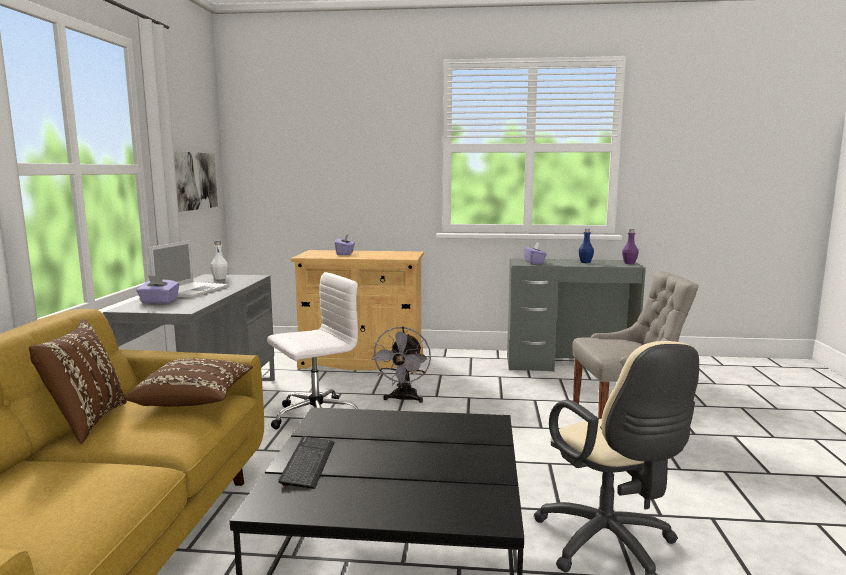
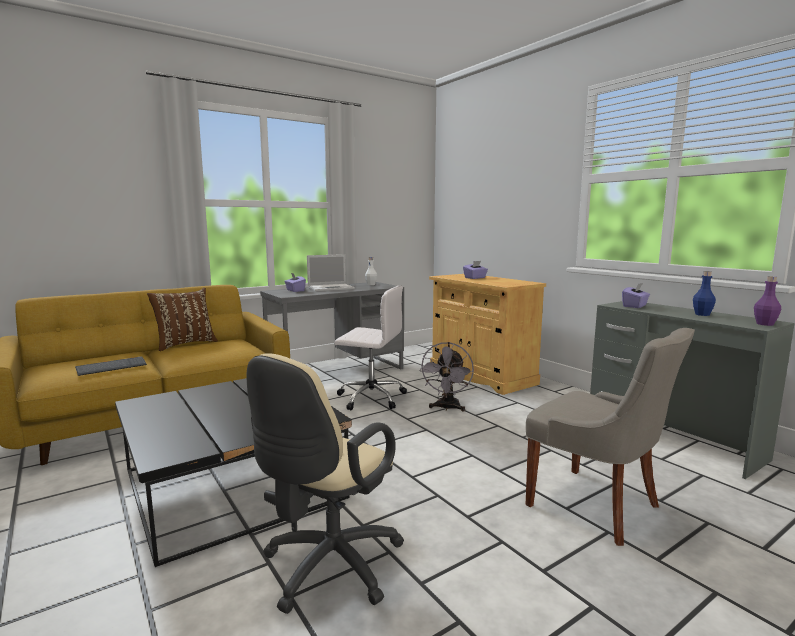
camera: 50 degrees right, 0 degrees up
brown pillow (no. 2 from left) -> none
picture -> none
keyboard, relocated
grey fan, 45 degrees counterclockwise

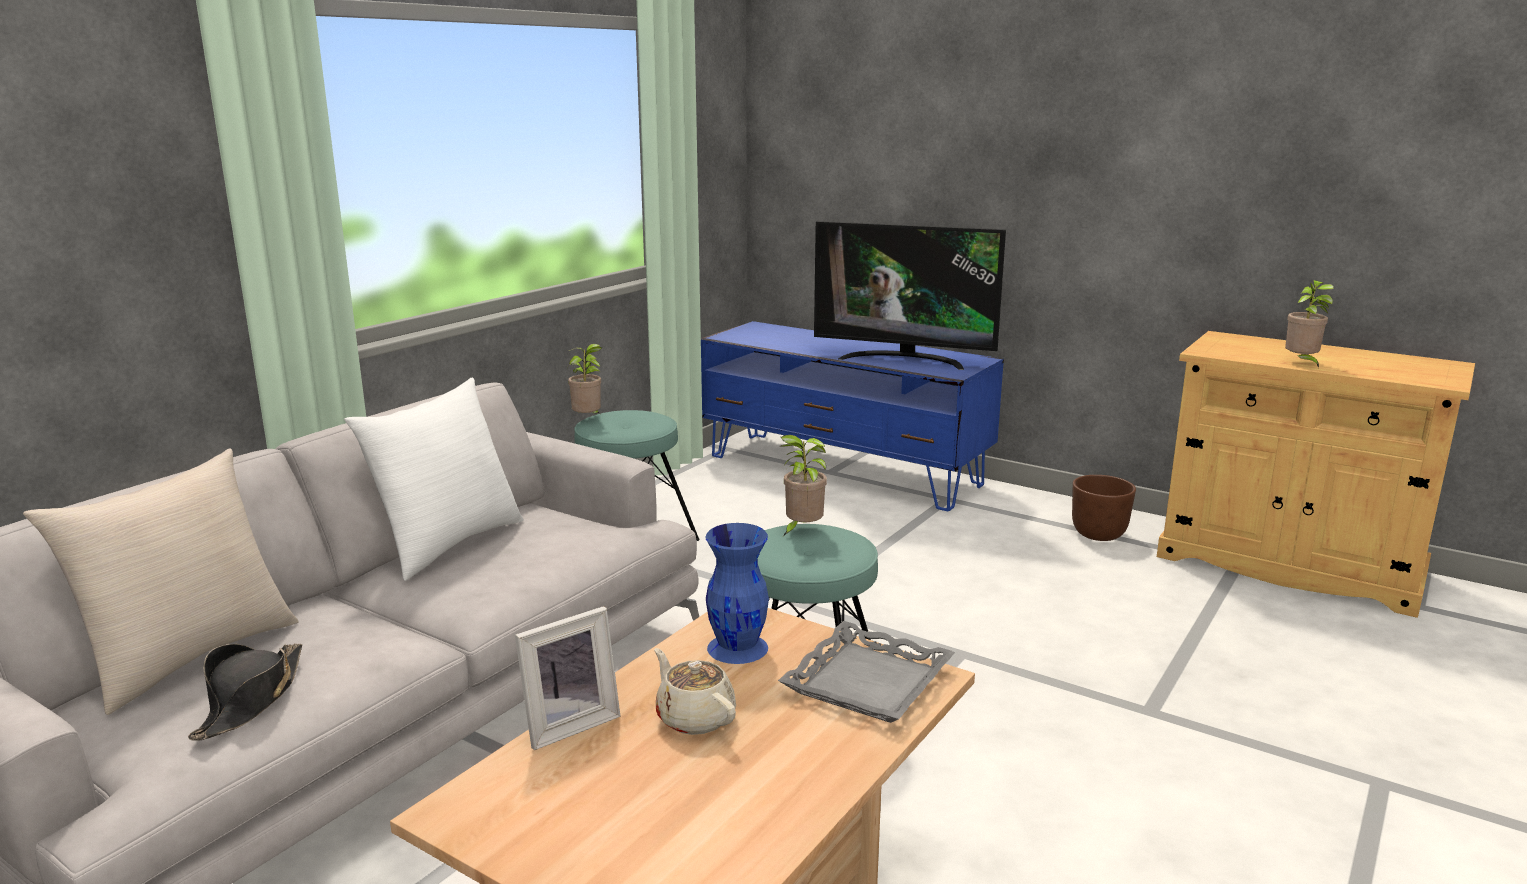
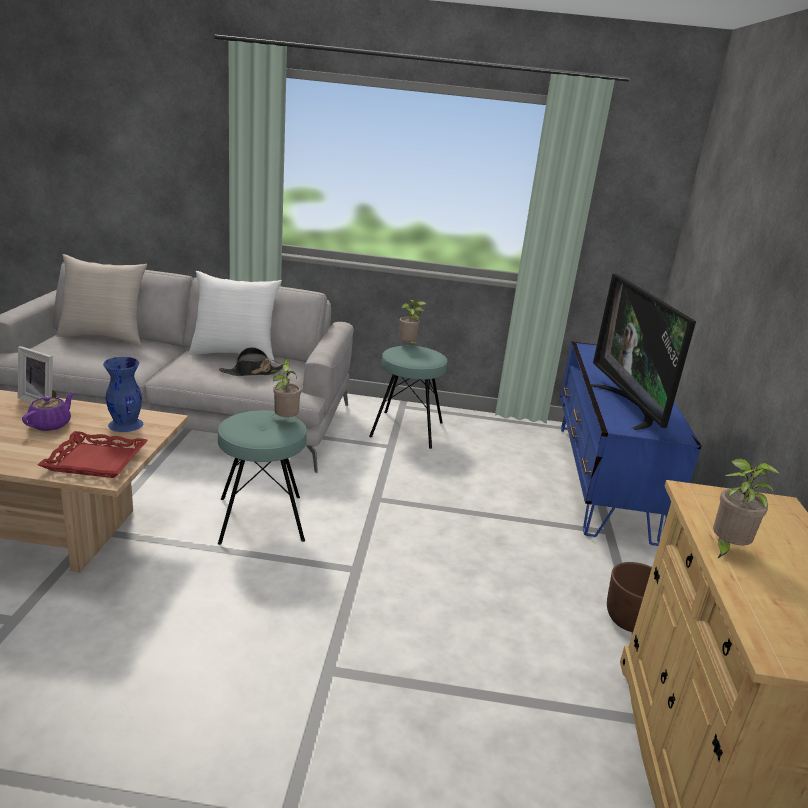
camera: 60 degrees right, 5 degrees up
black hat, relocated
beige teapot -> purple teapot
grey tray -> red tray

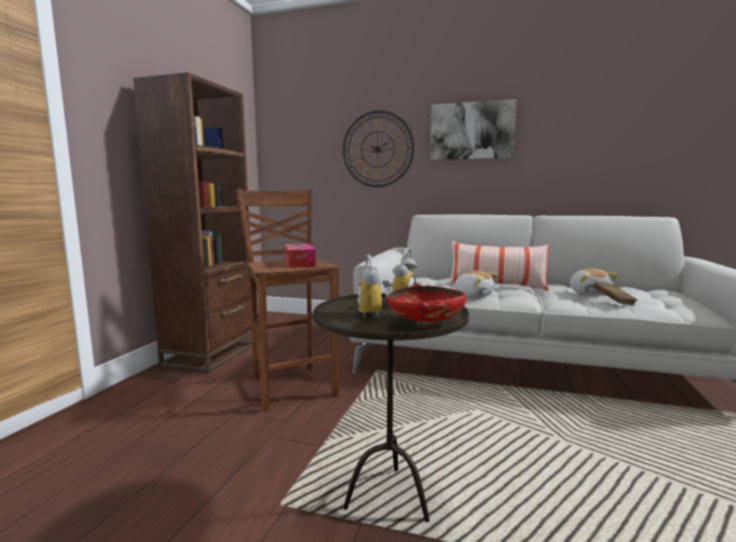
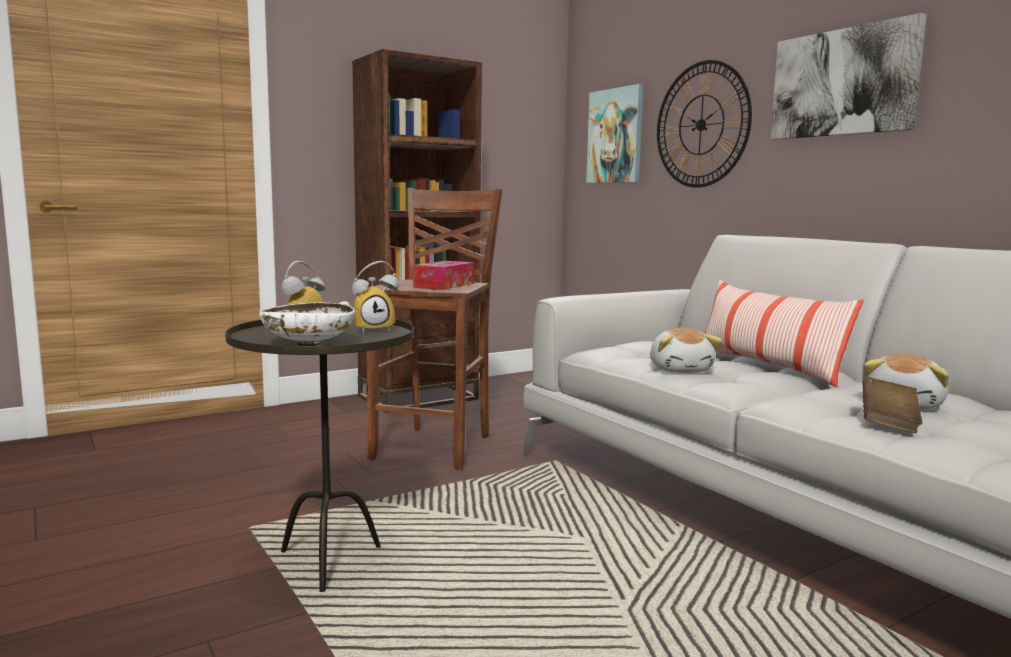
camera: 40 degrees right, 0 degrees up
red bowl -> white bowl
none -> picture (no. 1 from left)

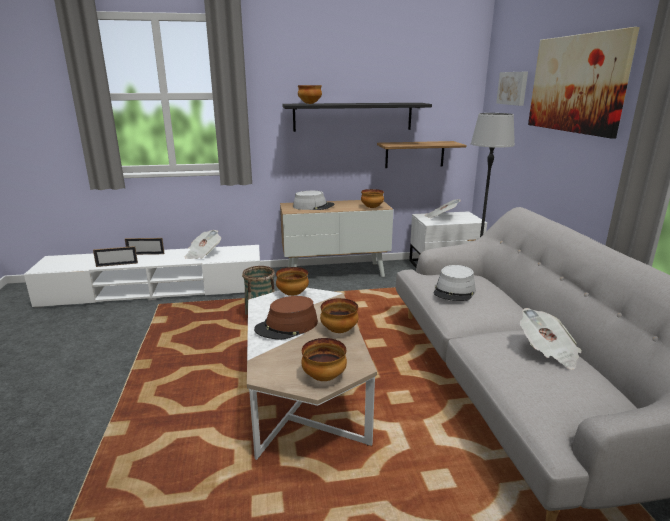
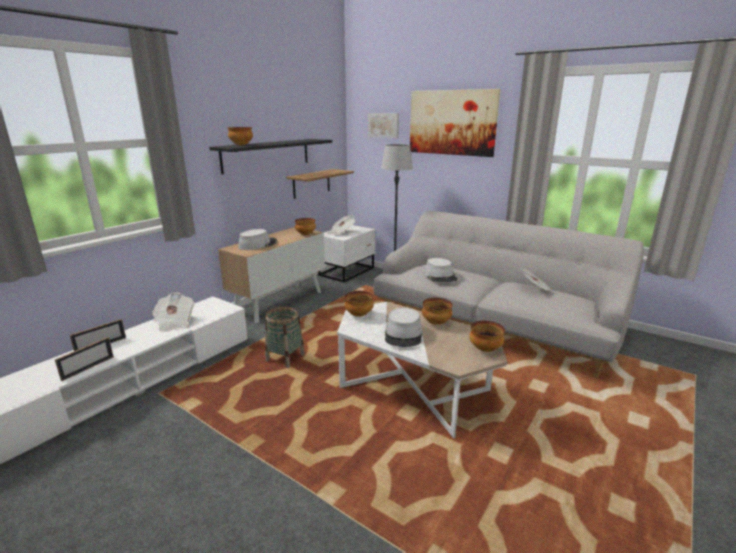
camera: 45 degrees left, 0 degrees up
brown hat -> grey hat (no. 2 from left)

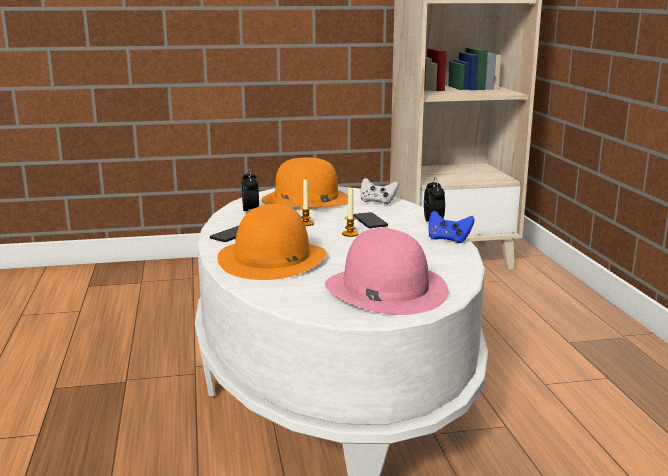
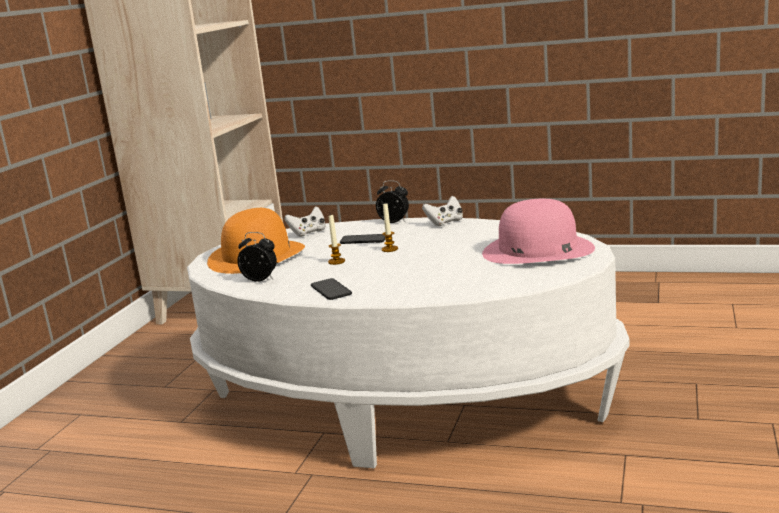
camera: 60 degrees left, 0 degrees up
orange hat (no. 1 from left) -> none
blue game controller -> white game controller (no. 2 from left)

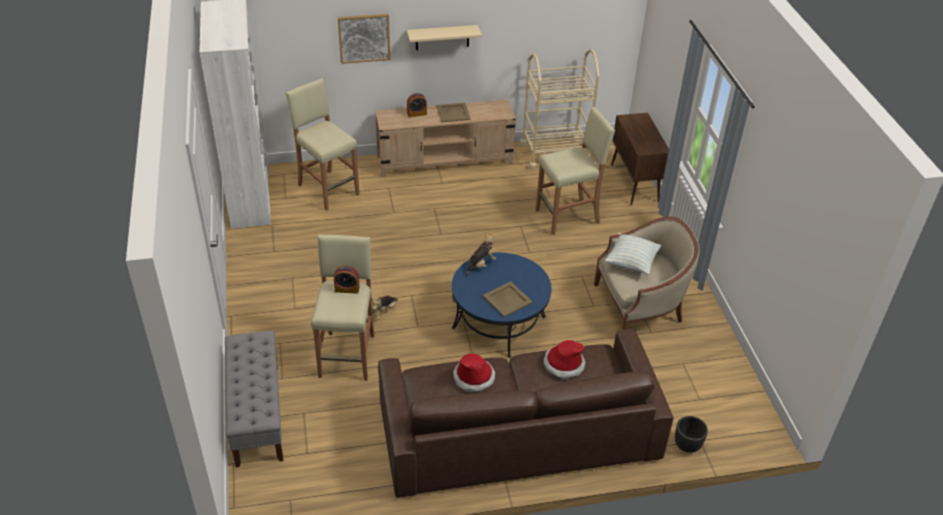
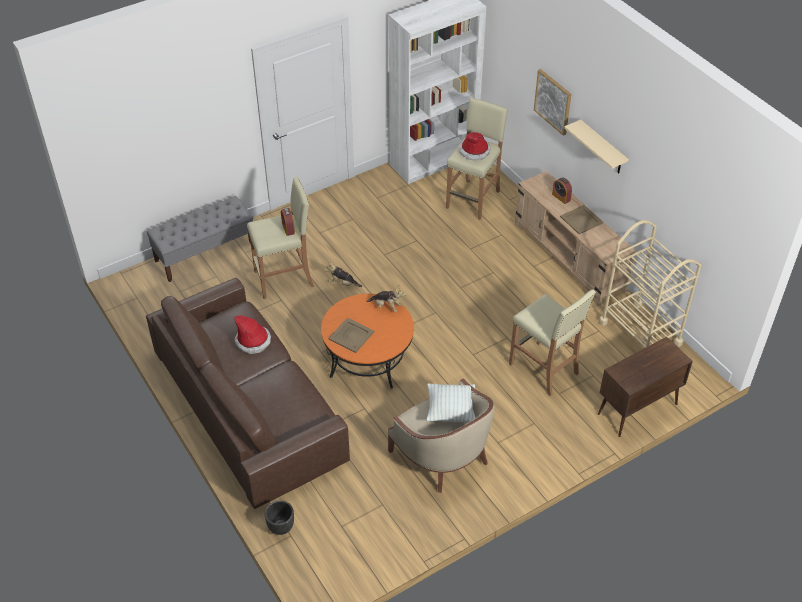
camera: 70 degrees right, 5 degrees up
blue coffee table -> orange coffee table
hat (no. 2 from left), relocated

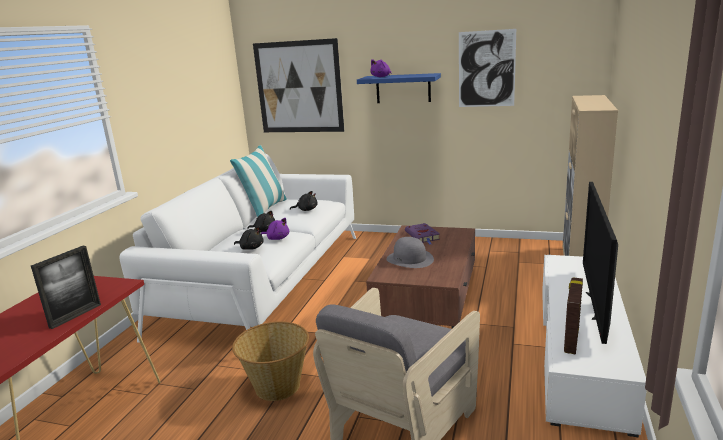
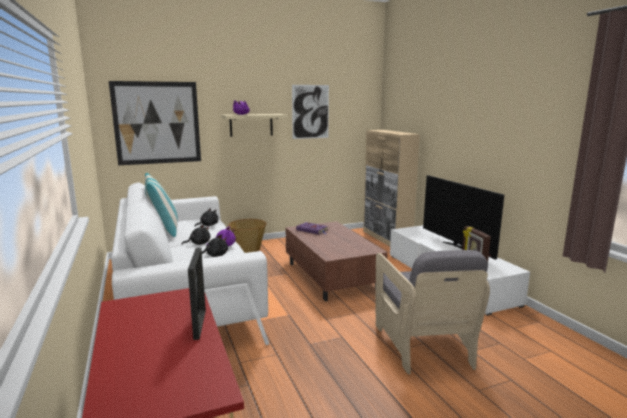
camera: 40 degrees left, 5 degrees down
basket, relocated
blue shelf -> beige shelf
grey hat -> none

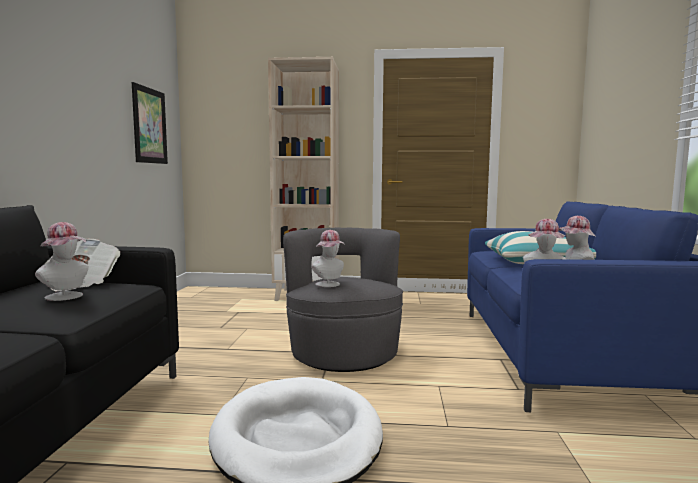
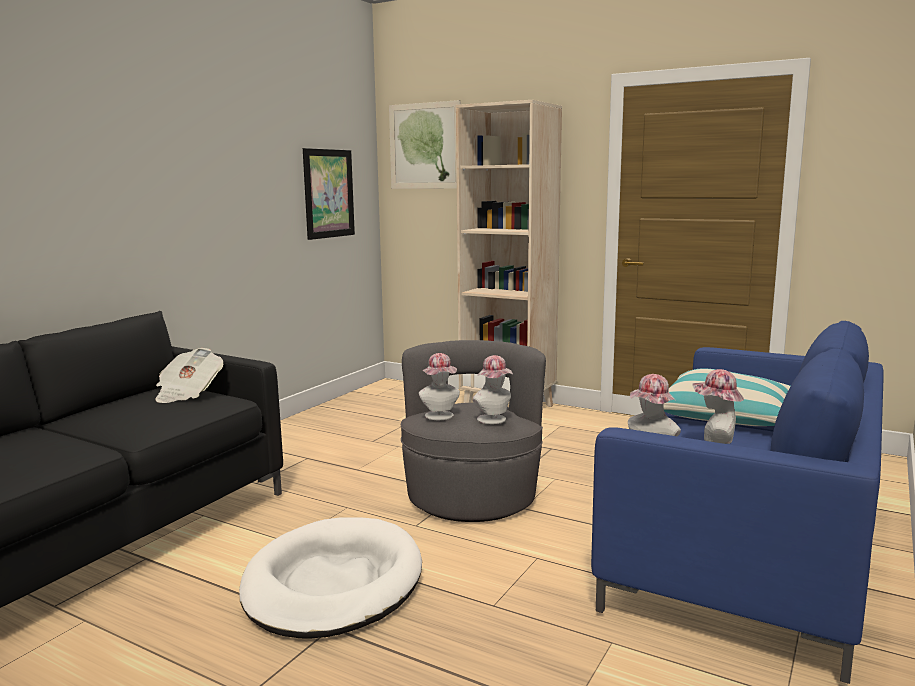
camera: 25 degrees right, 5 degrees up
hat (no. 1 from left in the first image) -> hat (no. 2 from left), relocated
none -> picture (no. 2 from left)

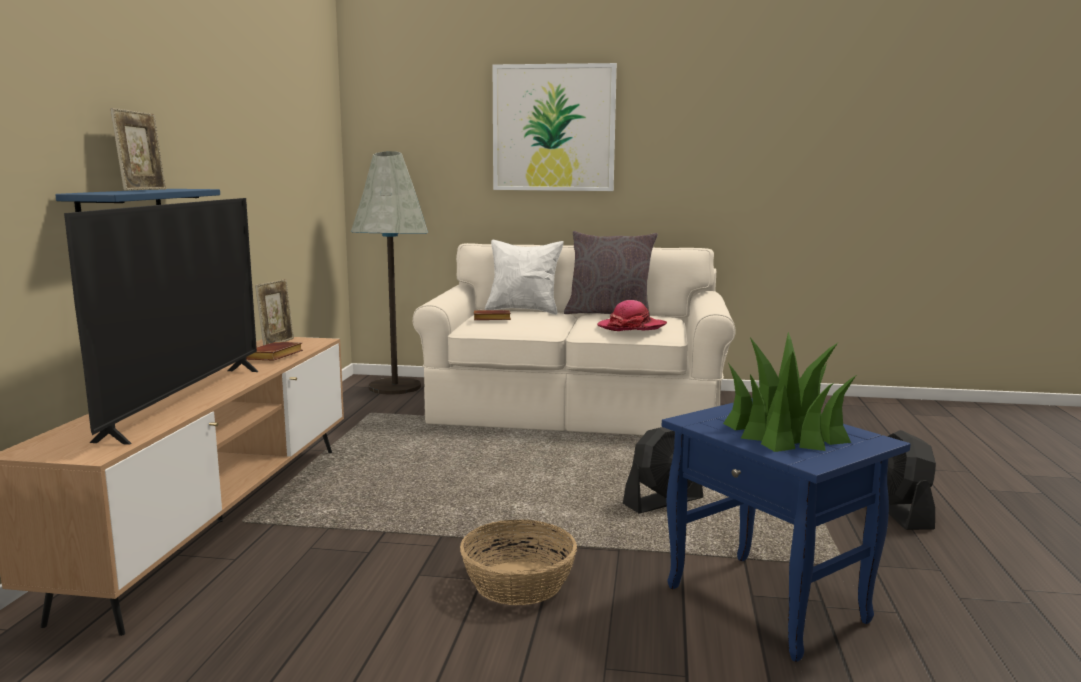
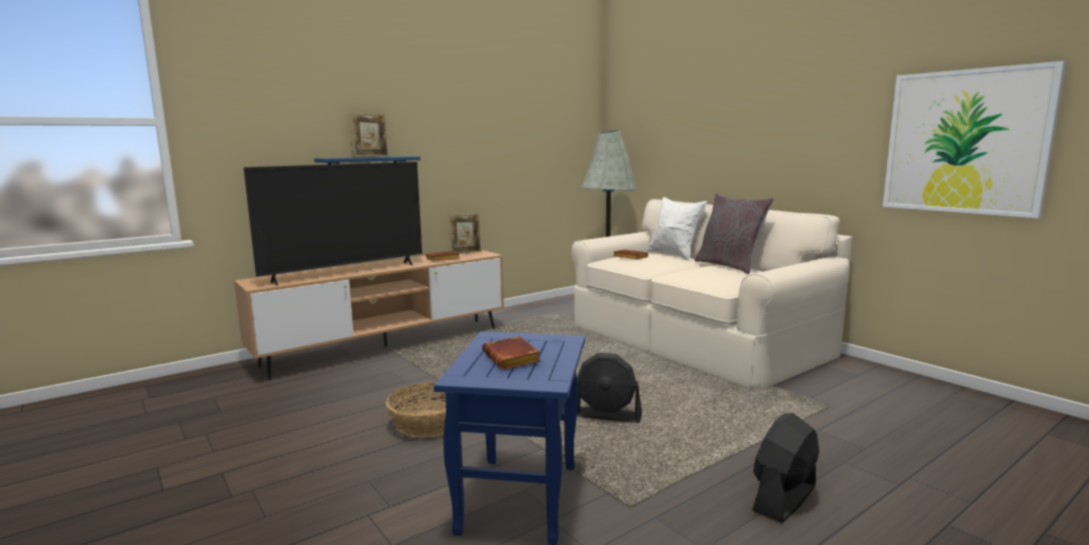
camera: 45 degrees right, 0 degrees up
picture, relocated
hat -> none
potted plant -> brown book (no. 2 from left)

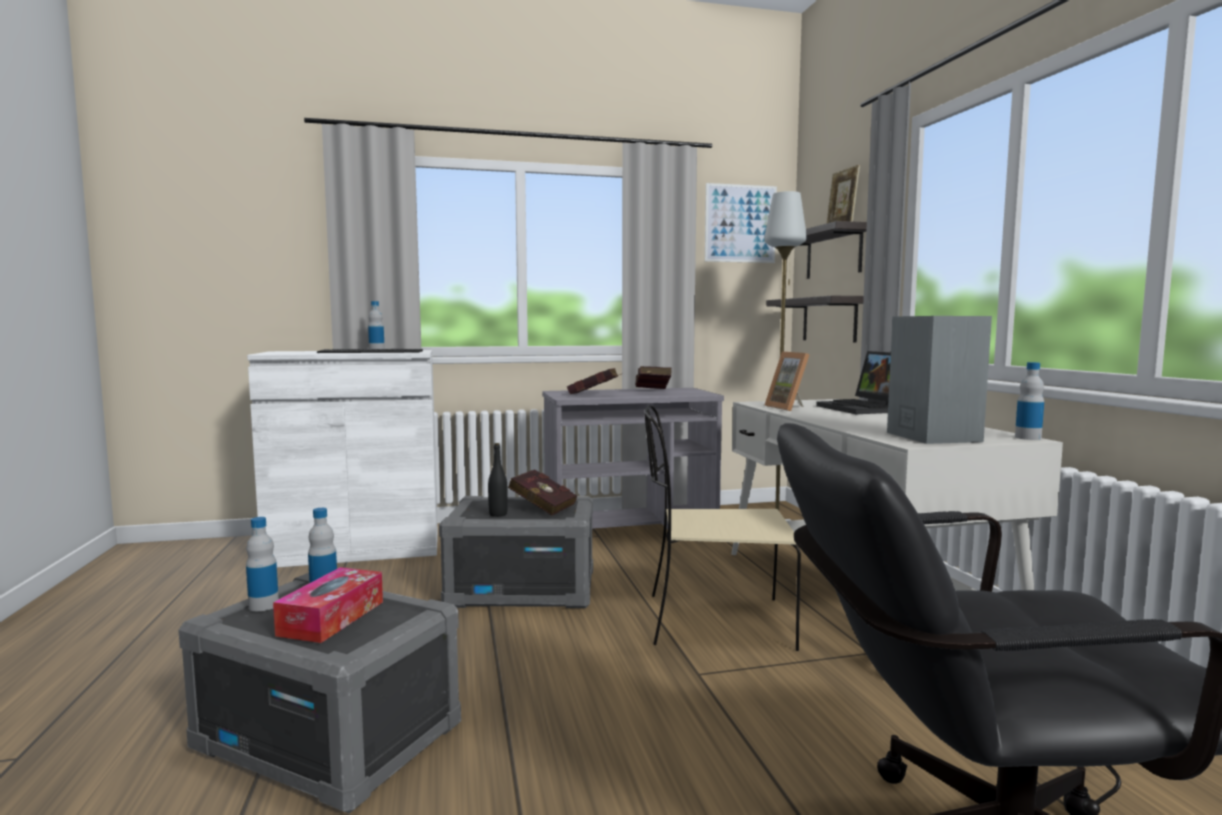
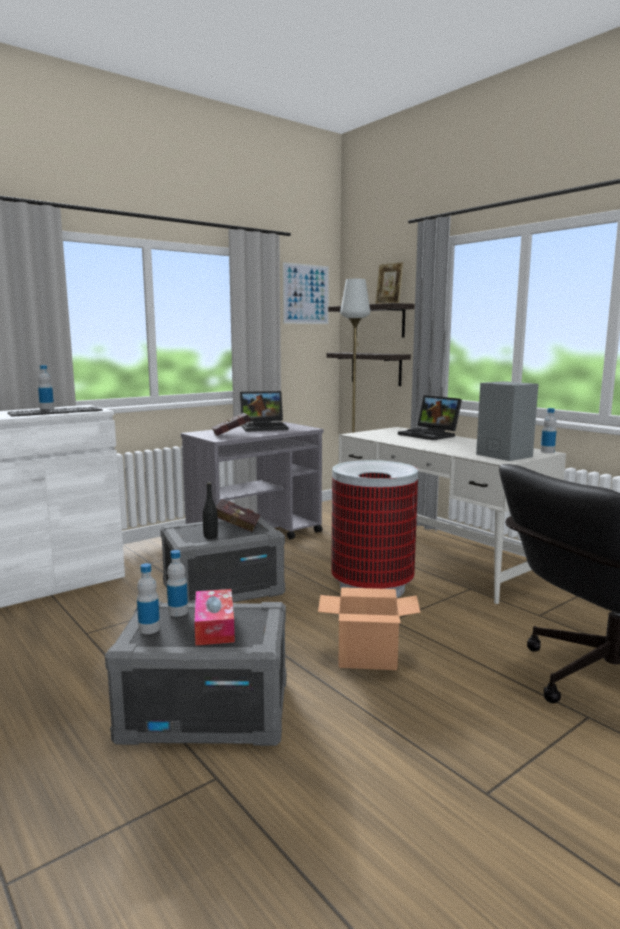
camera: 25 degrees left, 5 degrees up
red book (no. 3 from left) -> laptop (no. 1 from left)
beige chair -> trash can
picture frame (no. 1 from left) -> none
none -> cardboard box

